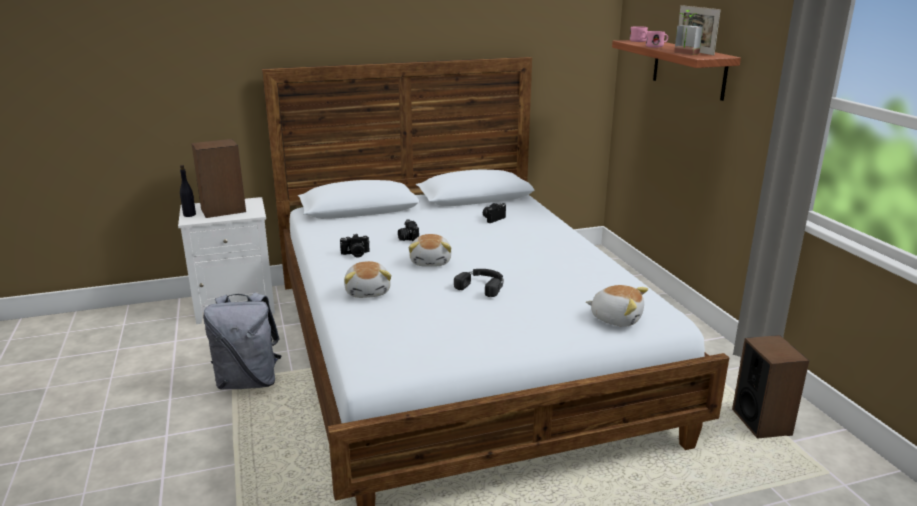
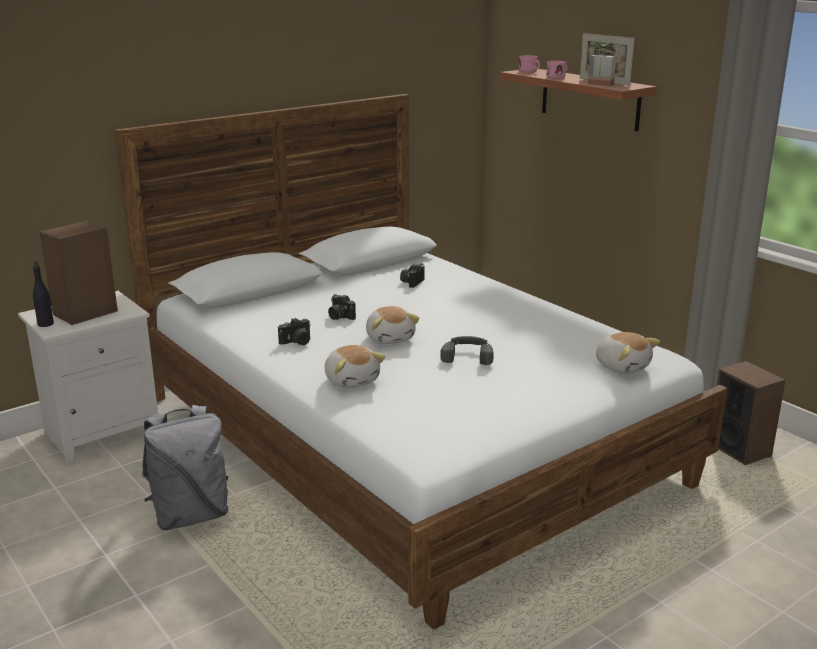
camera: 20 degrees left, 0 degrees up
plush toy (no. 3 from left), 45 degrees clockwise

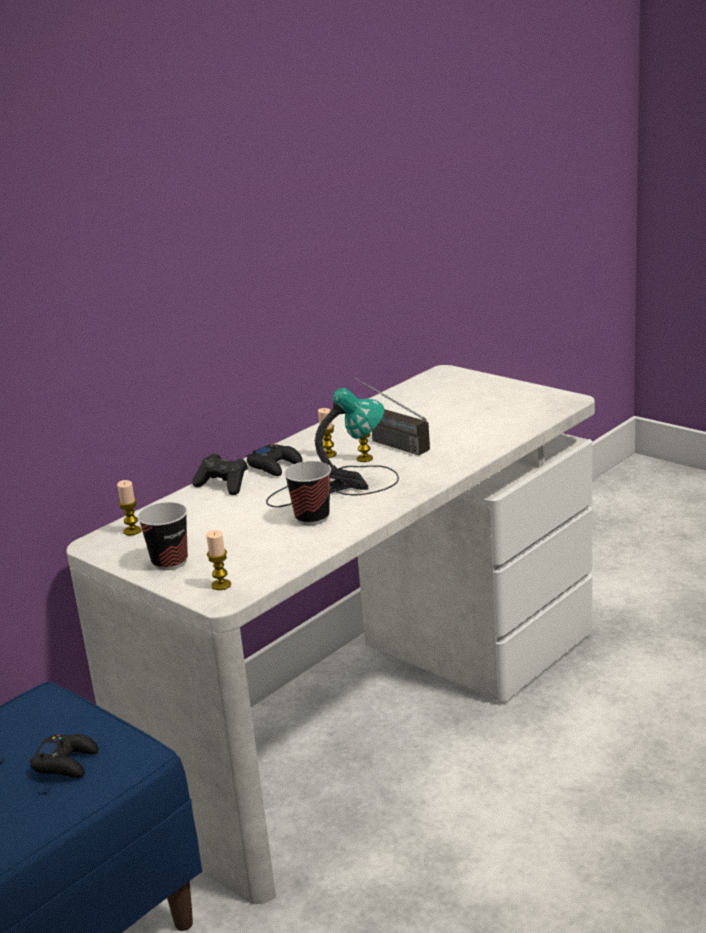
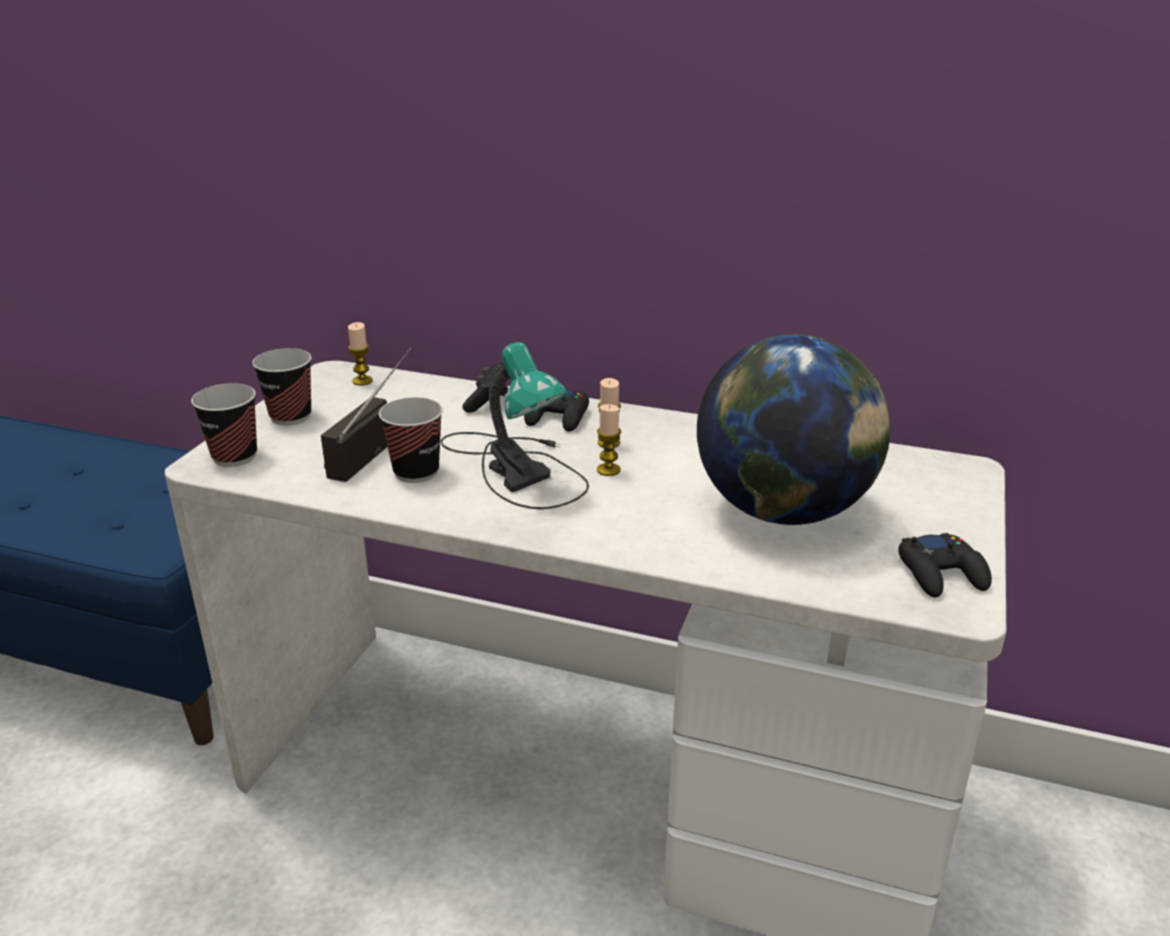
camera: 65 degrees right, 5 degrees up
black game controller (no. 1 from left in the first image) -> black game controller (no. 3 from left), relocated
candle (no. 2 from left) -> cup (no. 1 from left)
radio, relocated
none -> globe

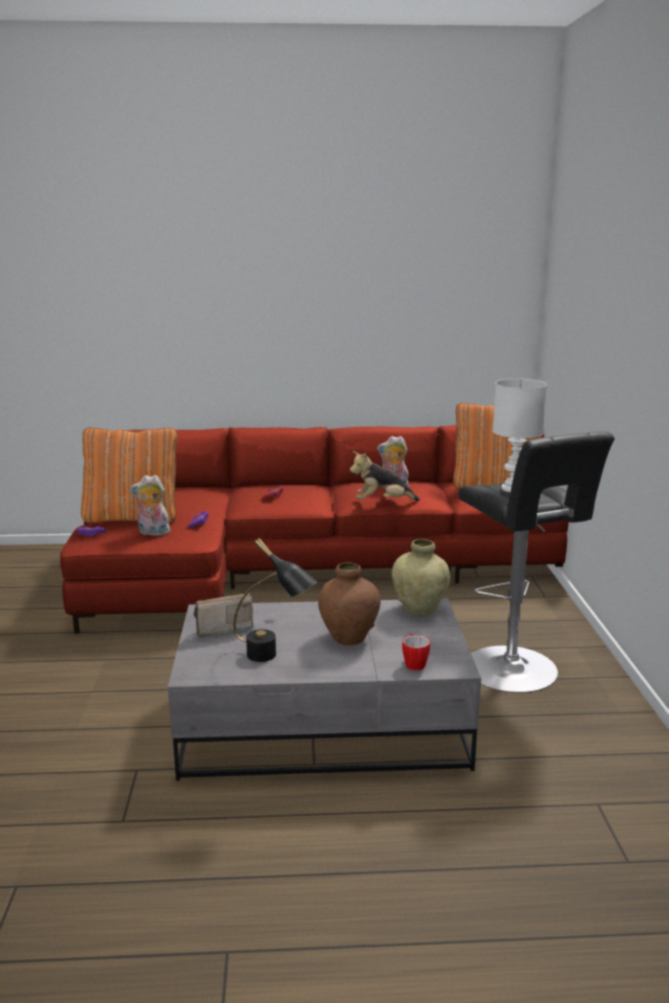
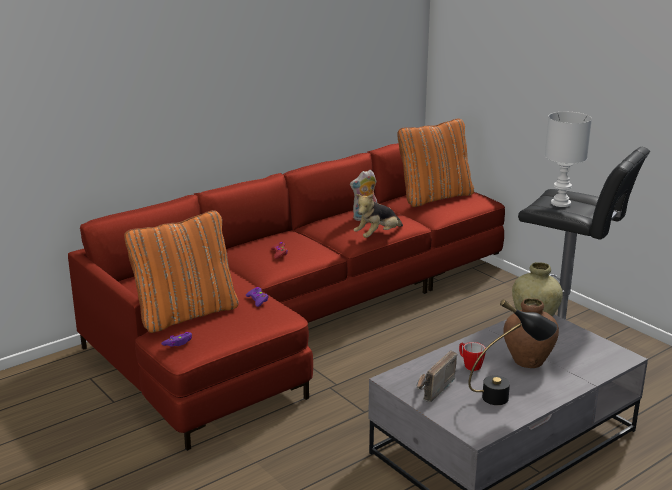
camera: 35 degrees left, 5 degrees up
plush toy (no. 1 from left) -> none
mug, relocated

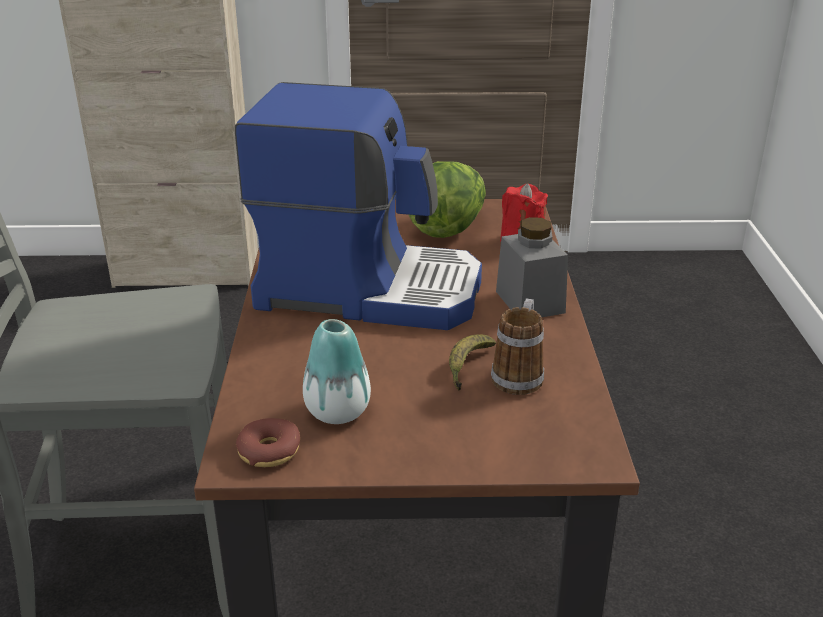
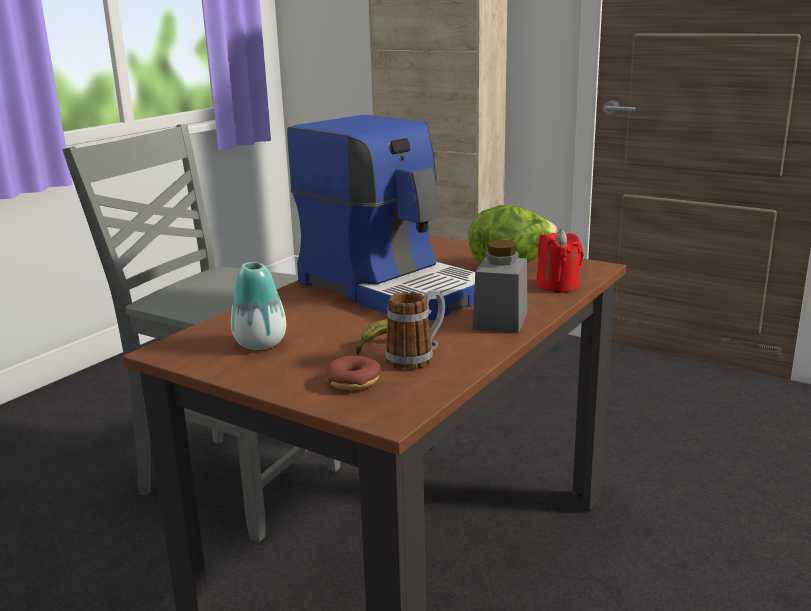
camera: 35 degrees right, 10 degrees down
donut, relocated

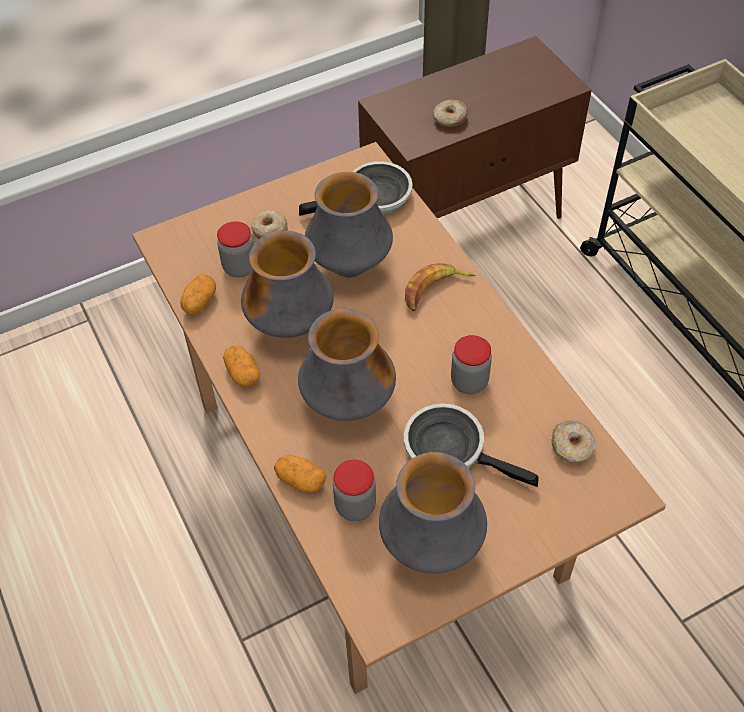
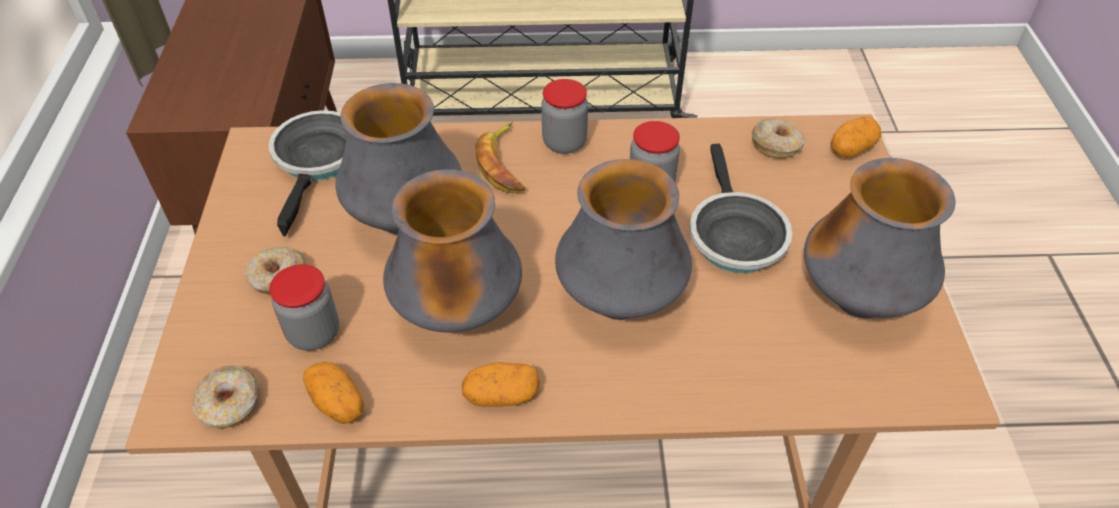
camera: 65 degrees left, 5 degrees down
potato (no. 3 from left), relocated
jar (no. 2 from left), relocated
frying pan (no. 2 from left), 60 degrees counterclockwise
donut (no. 2 from left in the first image) -> donut (no. 1 from left), relocated

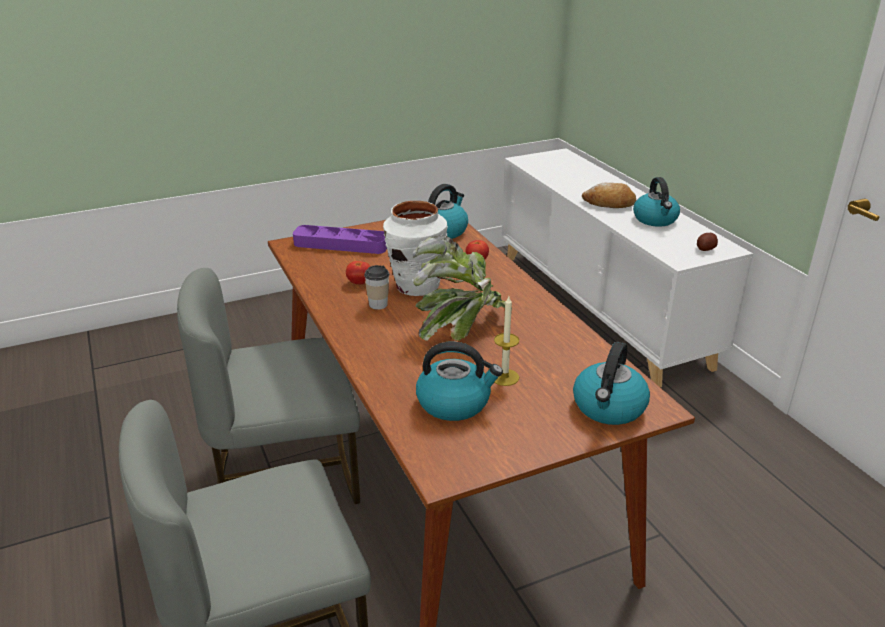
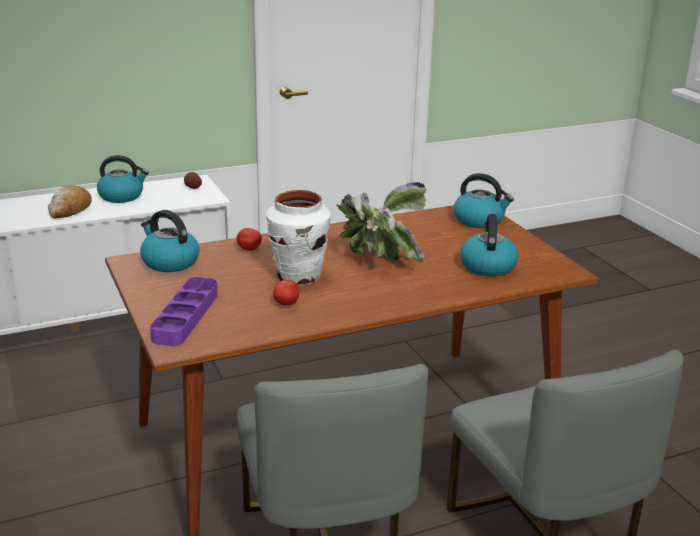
camera: 90 degrees left, 5 degrees down
cup -> none
candle -> none

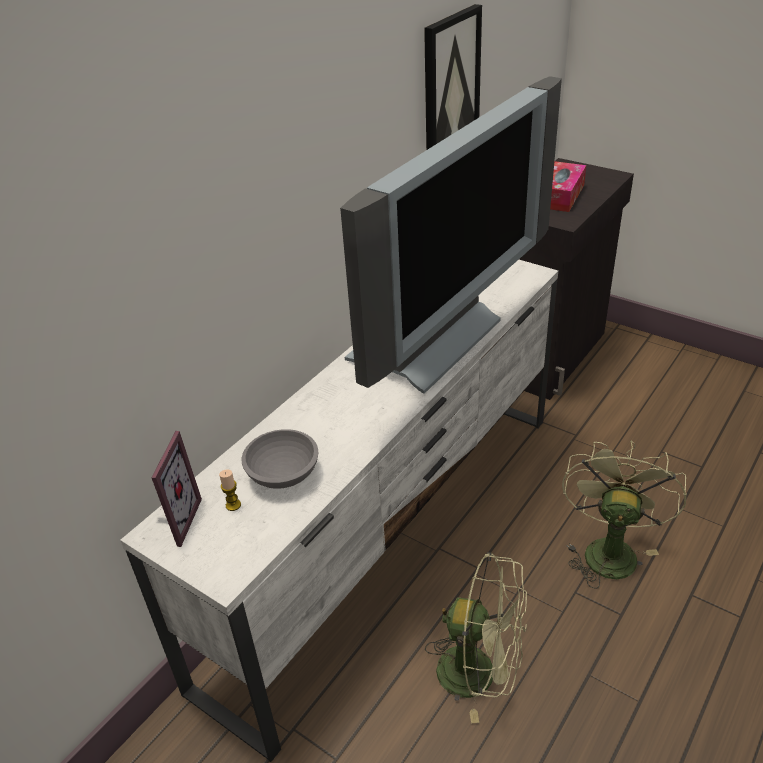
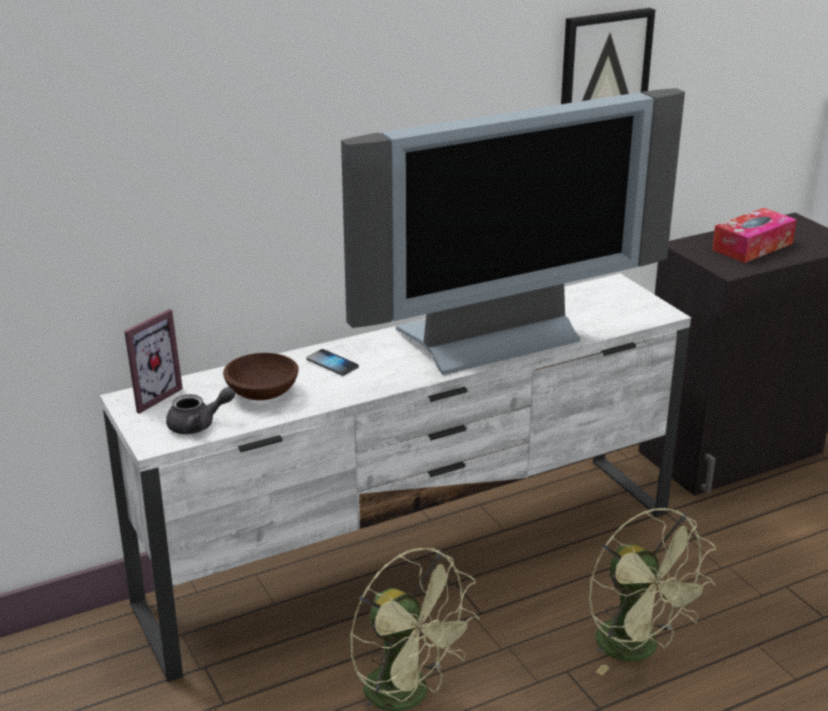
camera: 25 degrees right, 10 degrees down
candle -> none
grey bowl -> brown bowl
green fan (no. 2 from left), 105 degrees clockwise
none -> grey teapot
none -> phone

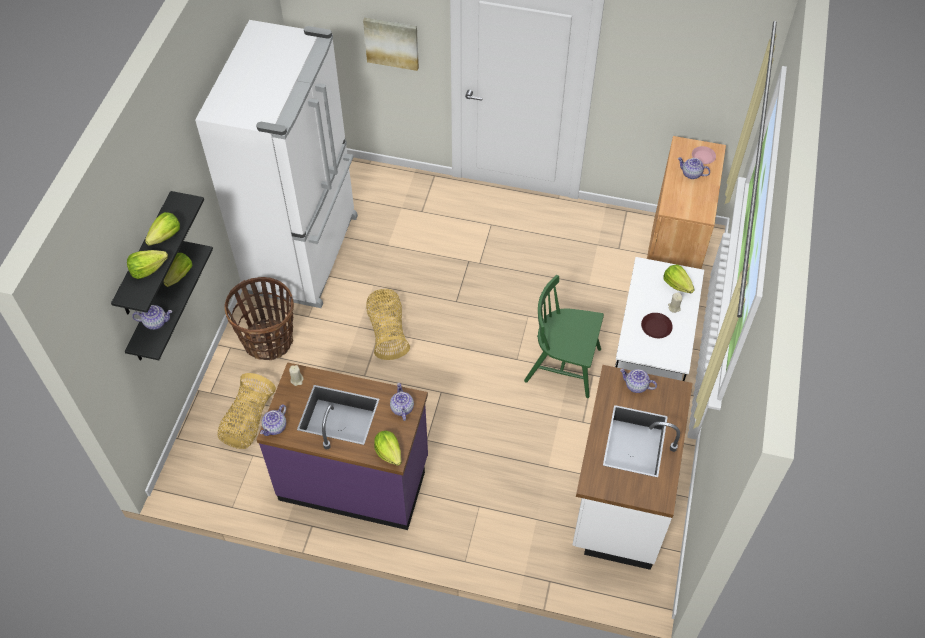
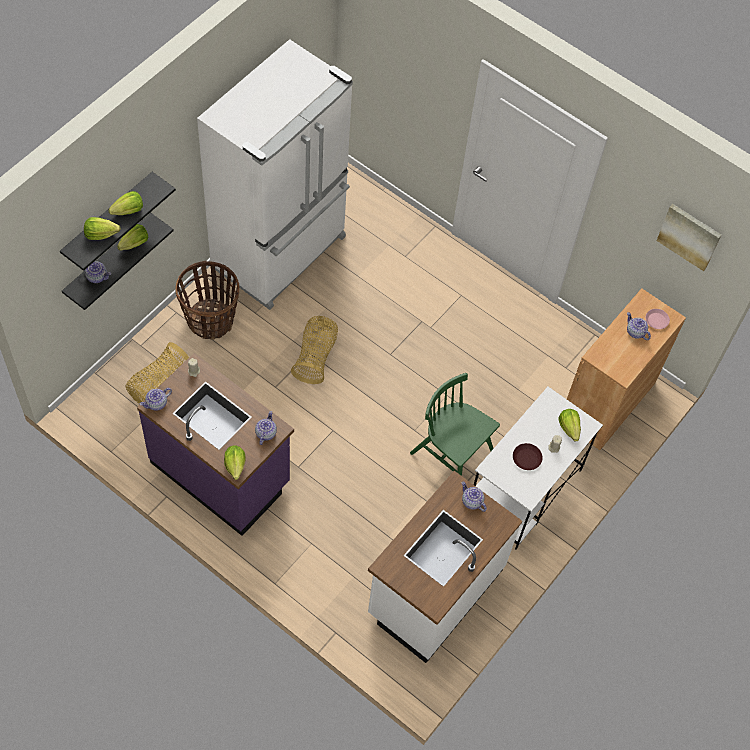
camera: 20 degrees right, 5 degrees up
picture, relocated

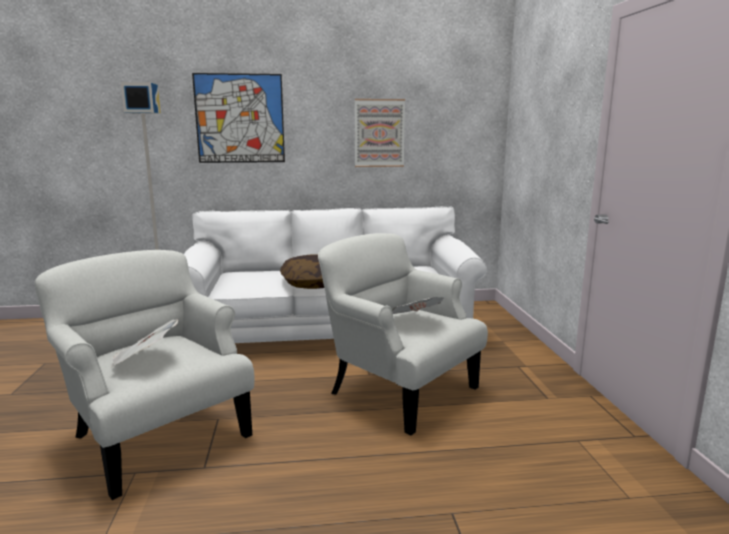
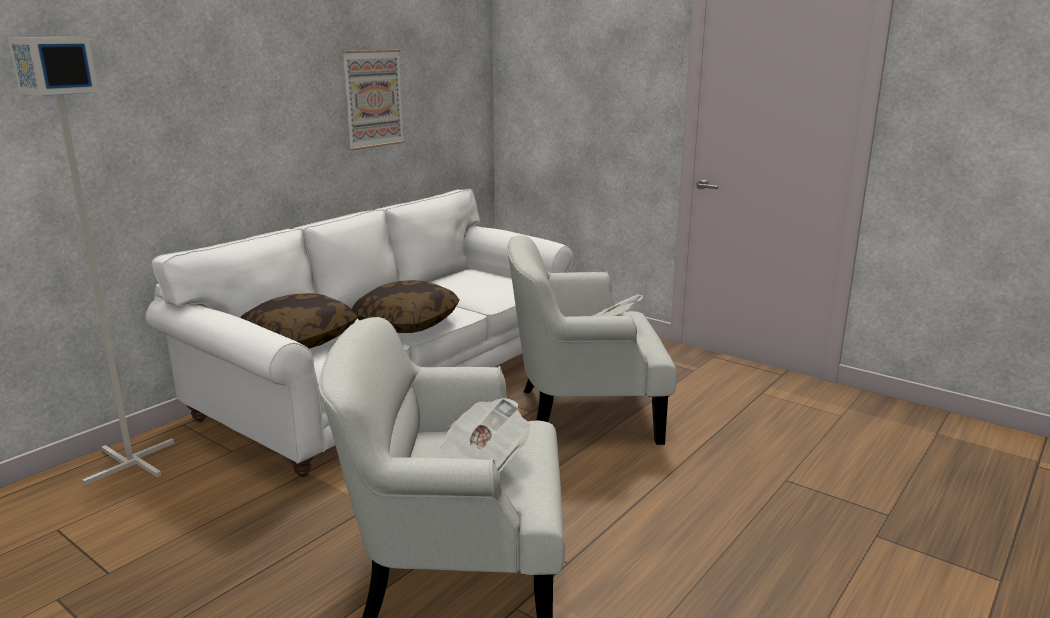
camera: 45 degrees left, 5 degrees up
picture (no. 1 from left) -> none
none -> pillow (no. 1 from left)

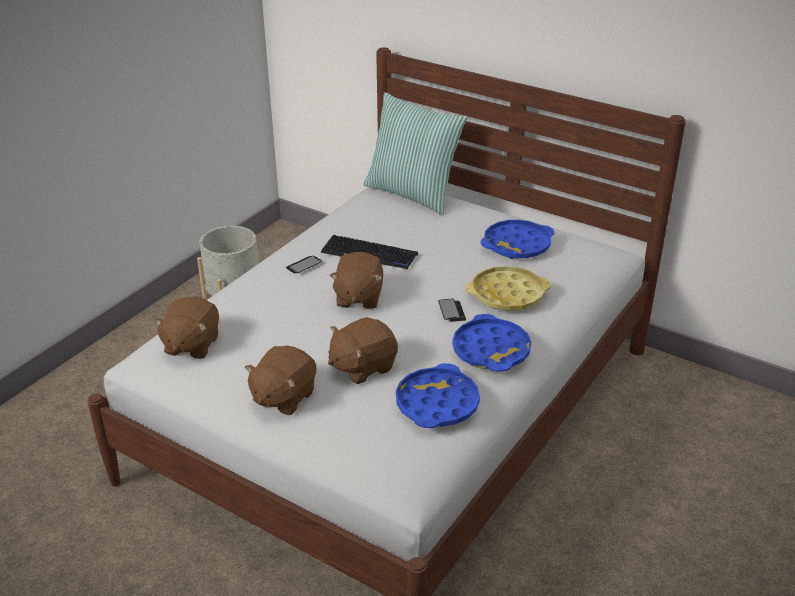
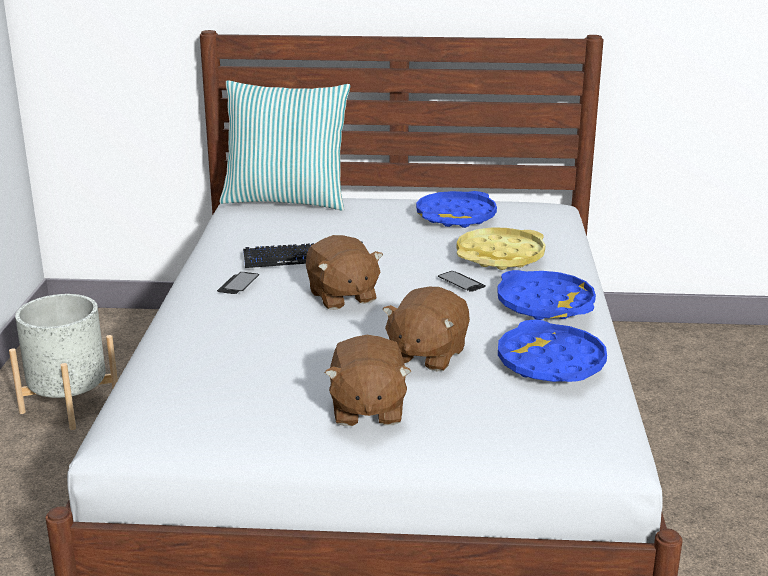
camera: 30 degrees left, 10 degrees down
brown plush toy (no. 1 from left) -> none

